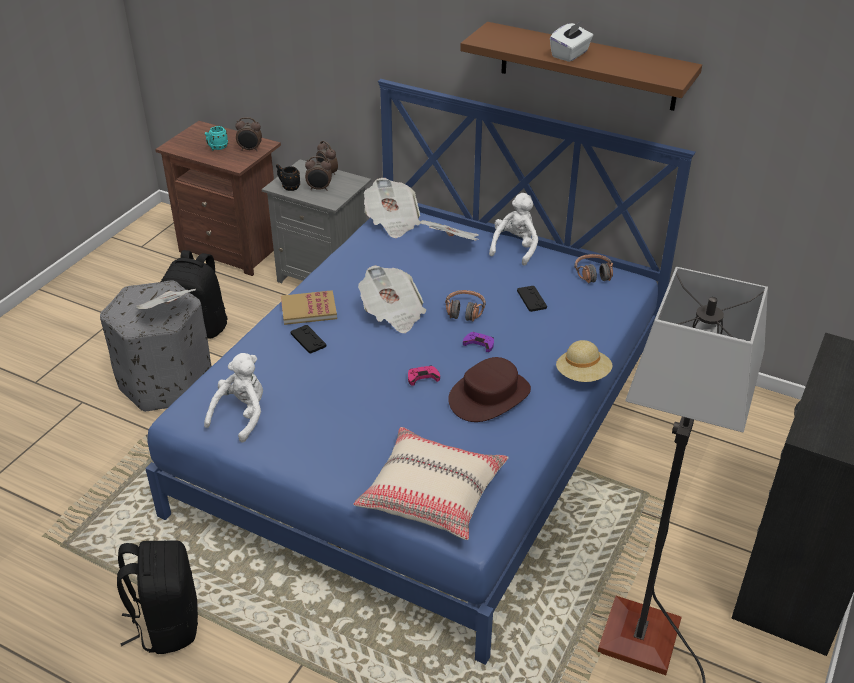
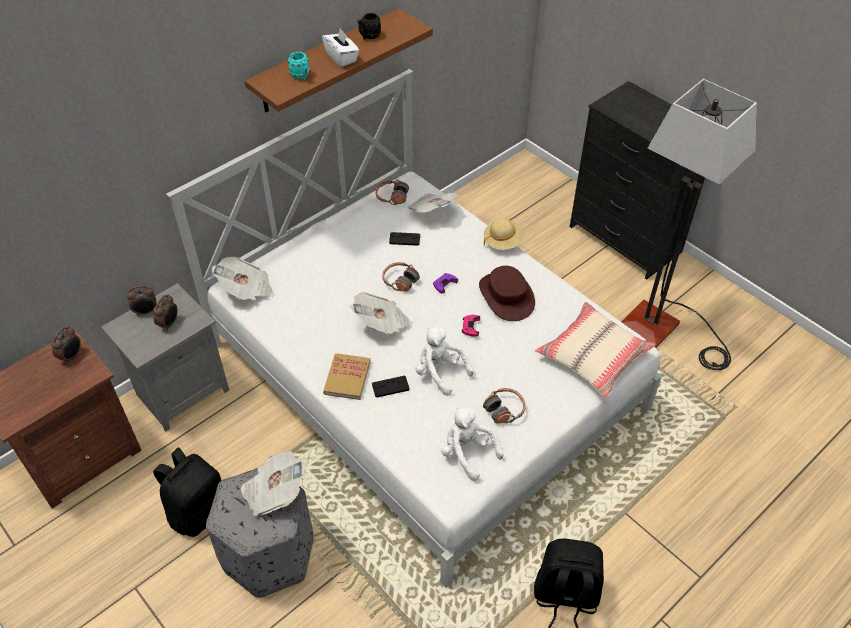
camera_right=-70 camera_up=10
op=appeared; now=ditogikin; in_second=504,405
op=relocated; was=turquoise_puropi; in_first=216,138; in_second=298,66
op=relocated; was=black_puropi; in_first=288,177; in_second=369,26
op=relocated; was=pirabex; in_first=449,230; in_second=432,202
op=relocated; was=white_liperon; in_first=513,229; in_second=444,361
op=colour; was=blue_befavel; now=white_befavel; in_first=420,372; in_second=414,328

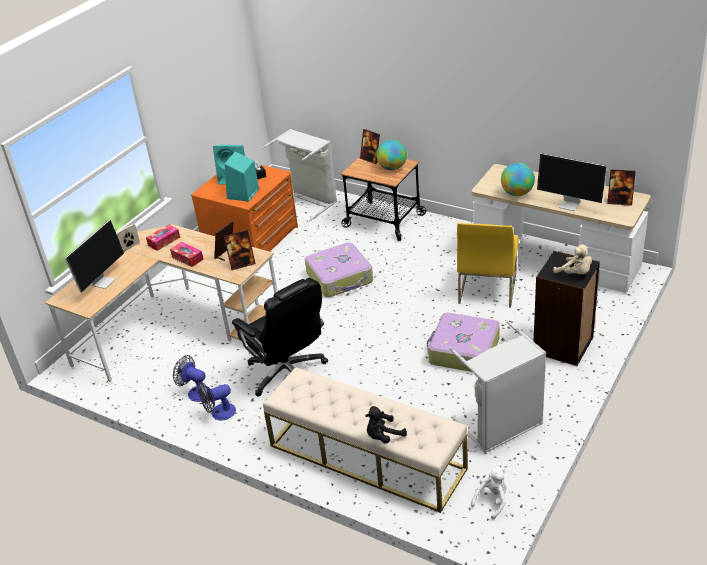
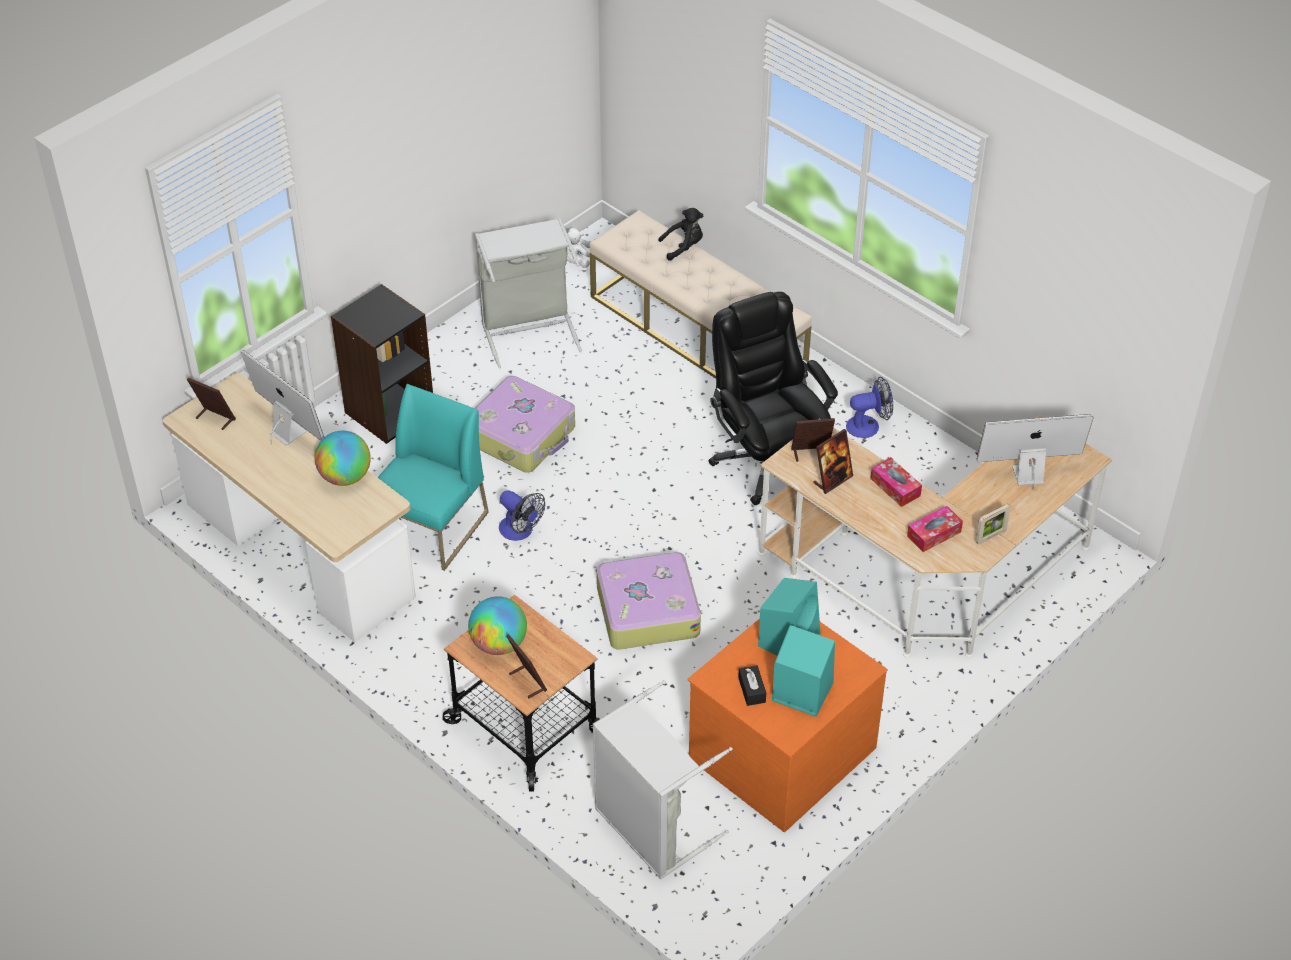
camera_right=-170 camera_up=10
op=missing; was=beige_liperon; in_first=572,259
op=relocated; was=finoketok; in_first=192,378; in_second=522,515
op=colour; was=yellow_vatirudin; now=turquoise_vatirudin; in_first=488,265; in_second=433,477
op=spun; was=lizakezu; in_first=94,256; in_second=1035,452; clockwise=45

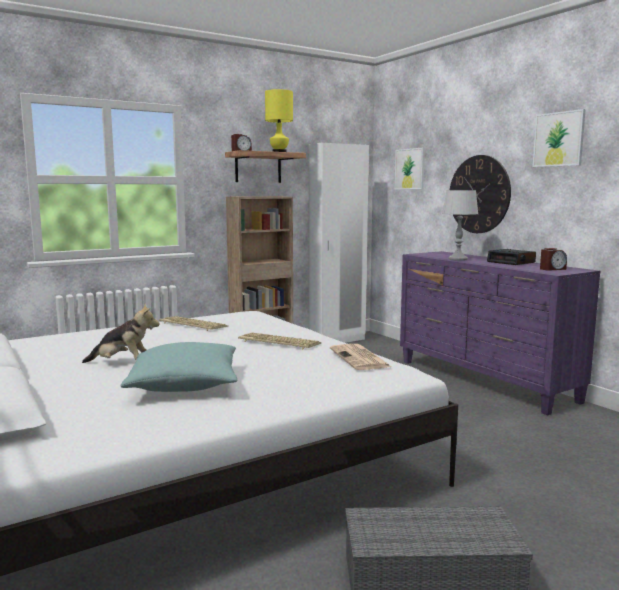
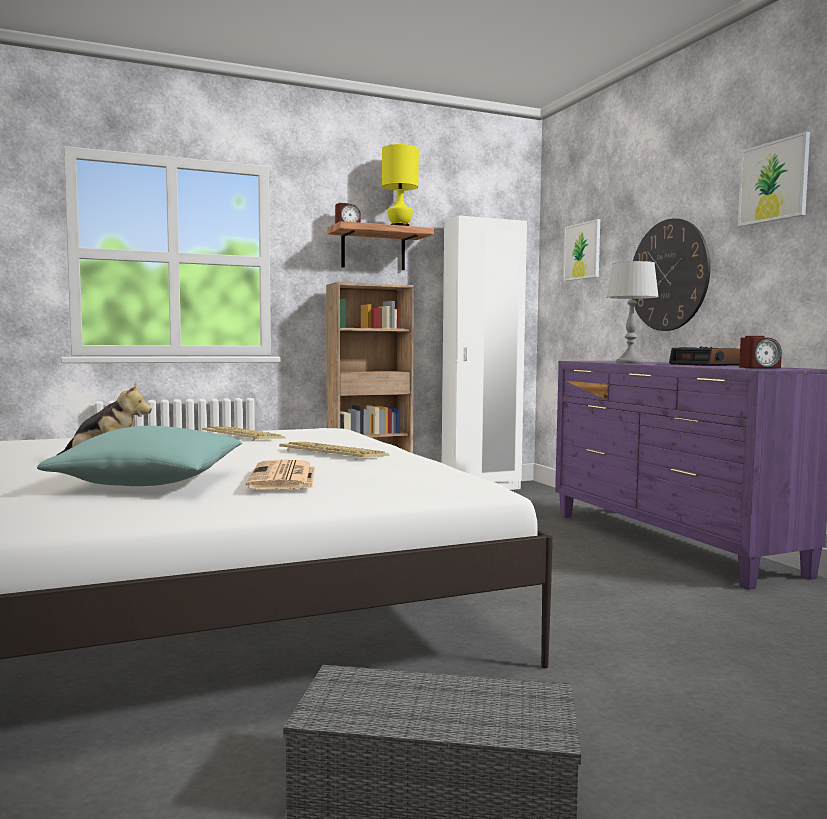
camera_right=10 camera_up=-5
op=relocated; was=pirabex; in_first=360,357; in_second=280,474

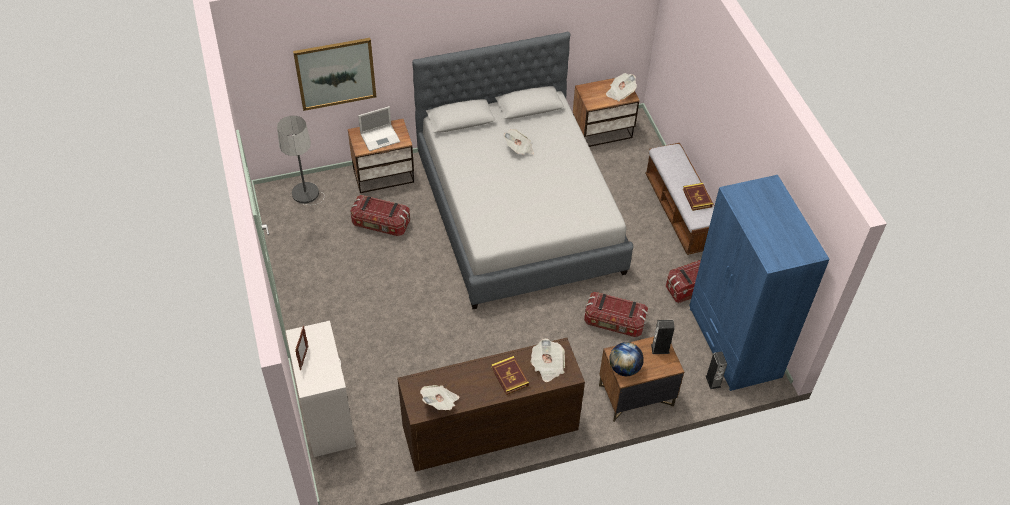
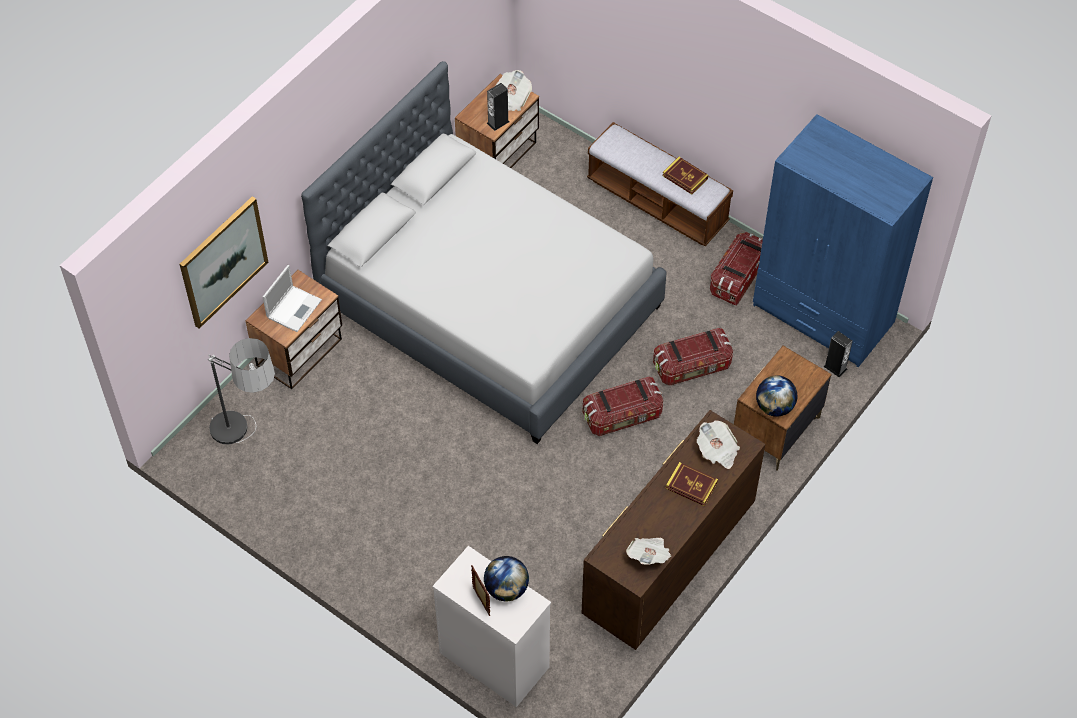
camera_right=-35 camera_up=5
op=missing; was=pirabex; in_first=519,142
op=appeared; now=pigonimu; in_second=506,578
op=relocated; was=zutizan; in_first=380,215; in_second=623,406
op=relocated; was=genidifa; in_first=663,337; in_second=498,107

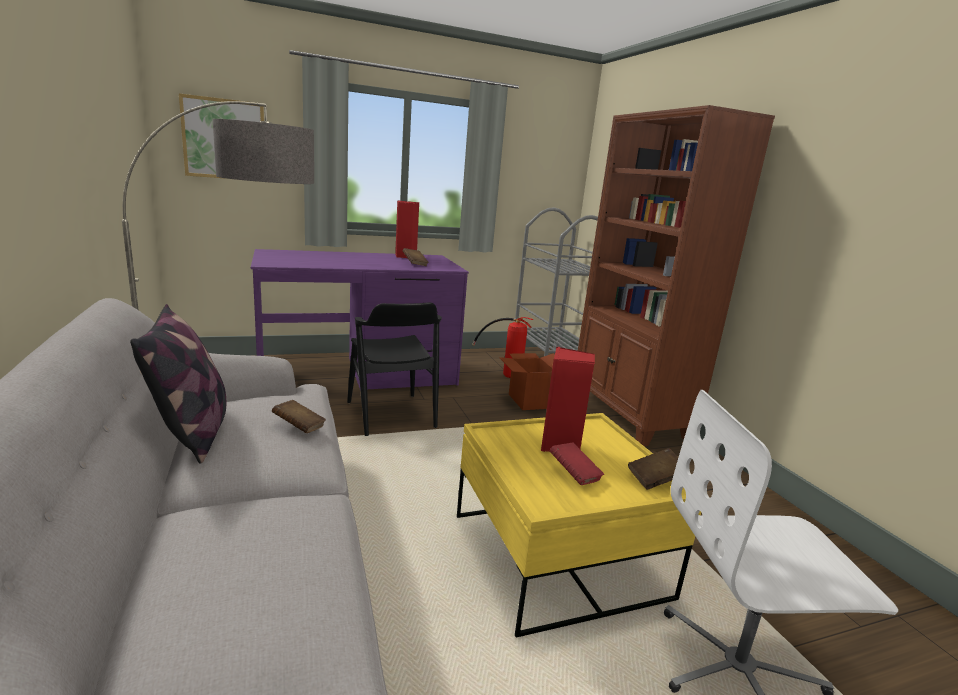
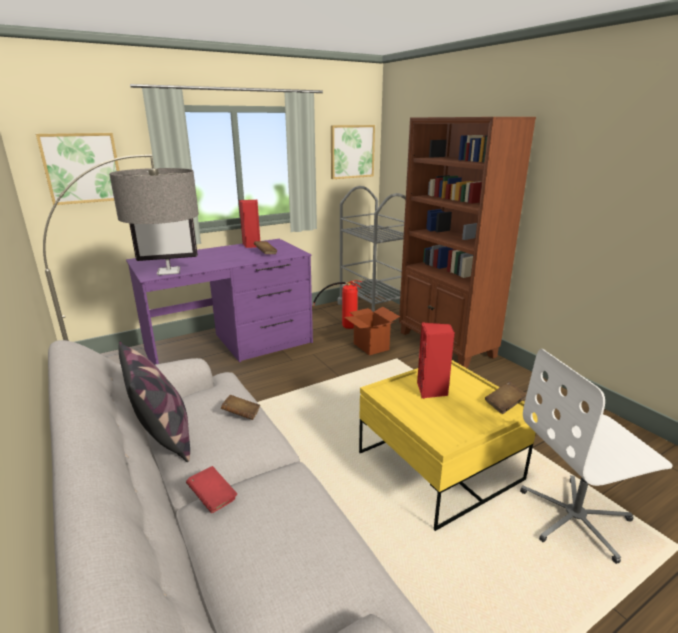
camera_right=-10 camera_up=5
op=missing; was=black_vatirudin; in_first=394,369
op=appeared; now=lizakezu; in_second=163,246
op=appeared; now=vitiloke; in_second=353,152
op=relocated; was=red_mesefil; in_first=576,464; in_second=211,489

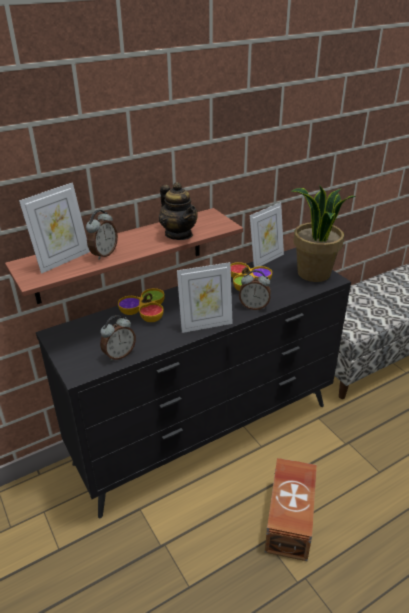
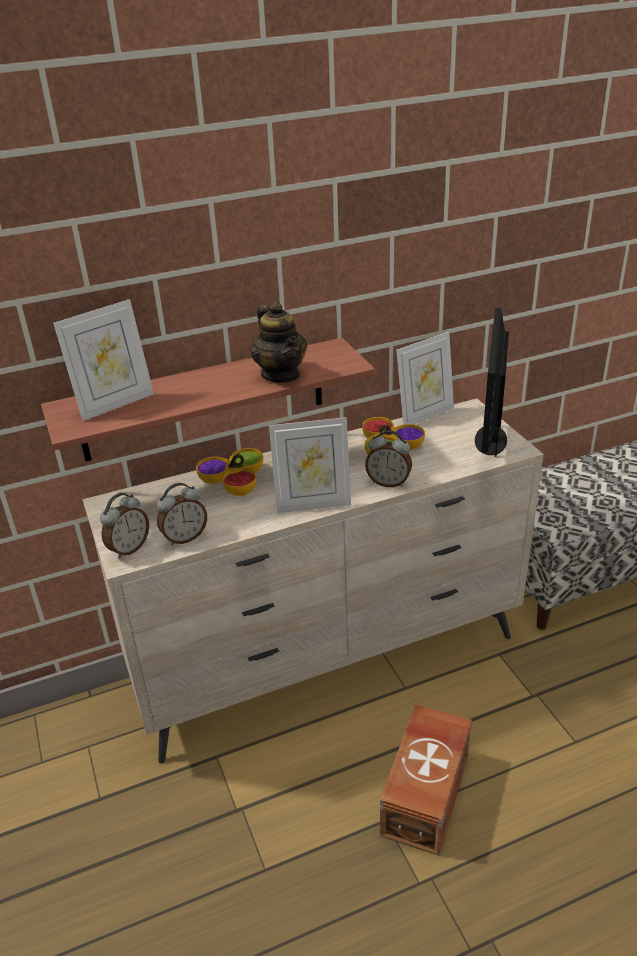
camera_right=10 camera_up=0
op=relocated; was=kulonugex; in_first=102,235; in_second=124,526
op=exchanged; was=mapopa; now=lizakezu; in_first=323,233; in_second=492,382
op=colour; was=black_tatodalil; now=beige_tatodalil; in_first=193,383; in_second=313,581

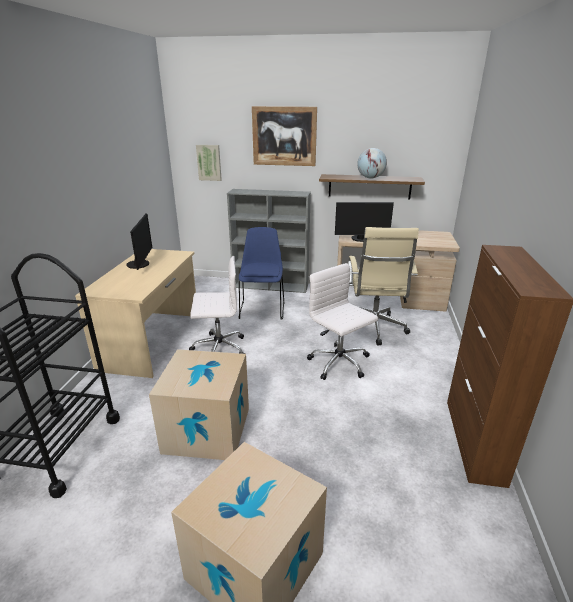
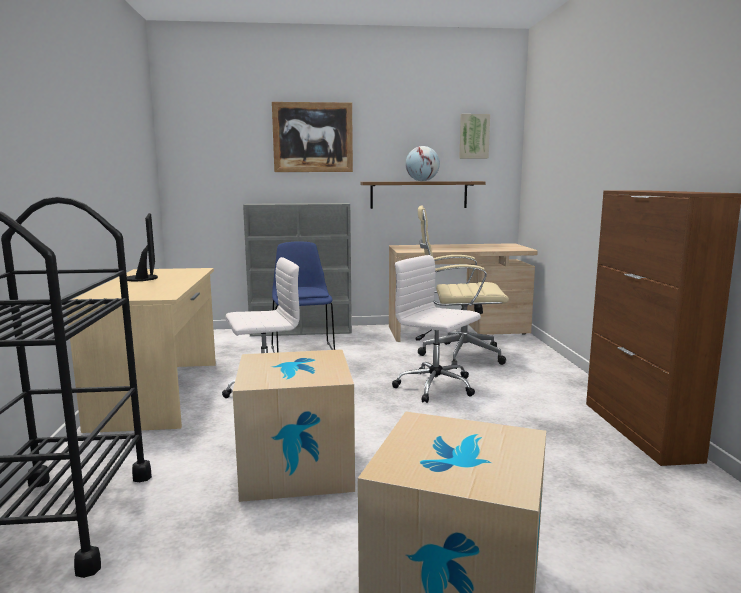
camera_right=-15 camera_up=-15
op=missing; was=lizakezu; in_first=364,222
op=relocated; was=vitiloke; in_first=209,163; in_second=474,136
op=spun; was=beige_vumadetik; in_first=383,286; in_second=463,287; clockwise=105

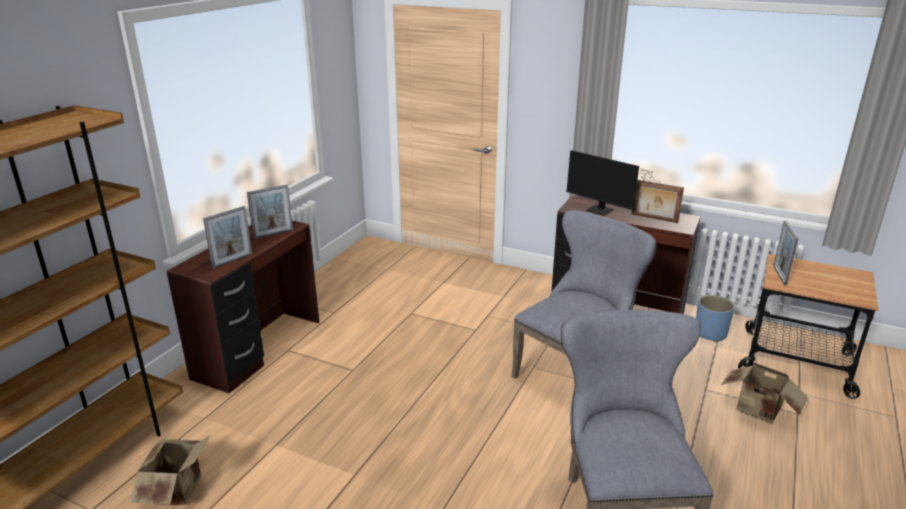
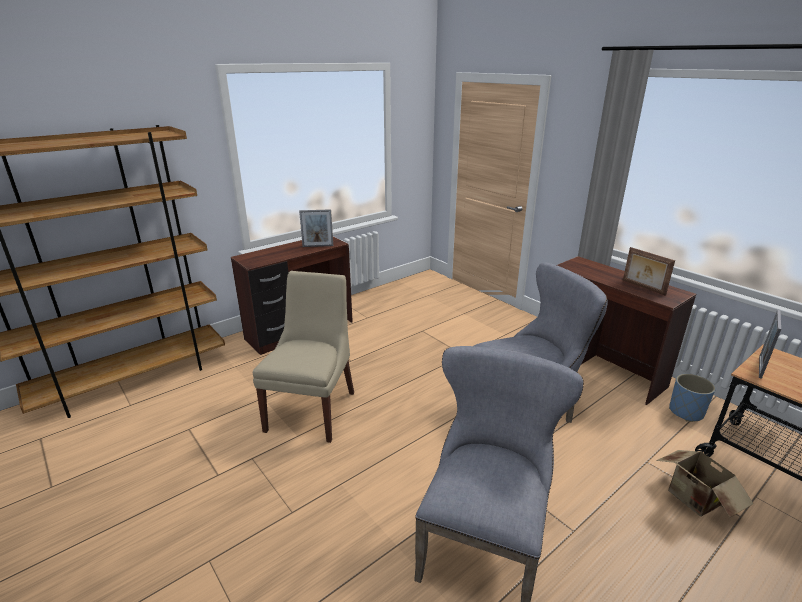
camera_right=25 camera_up=0
op=missing; was=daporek; in_first=170,469
op=missing; was=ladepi; in_first=227,237
op=missing; was=lizakezu; in_first=612,183
op=appeared; now=beige_vatirudin; in_second=303,357

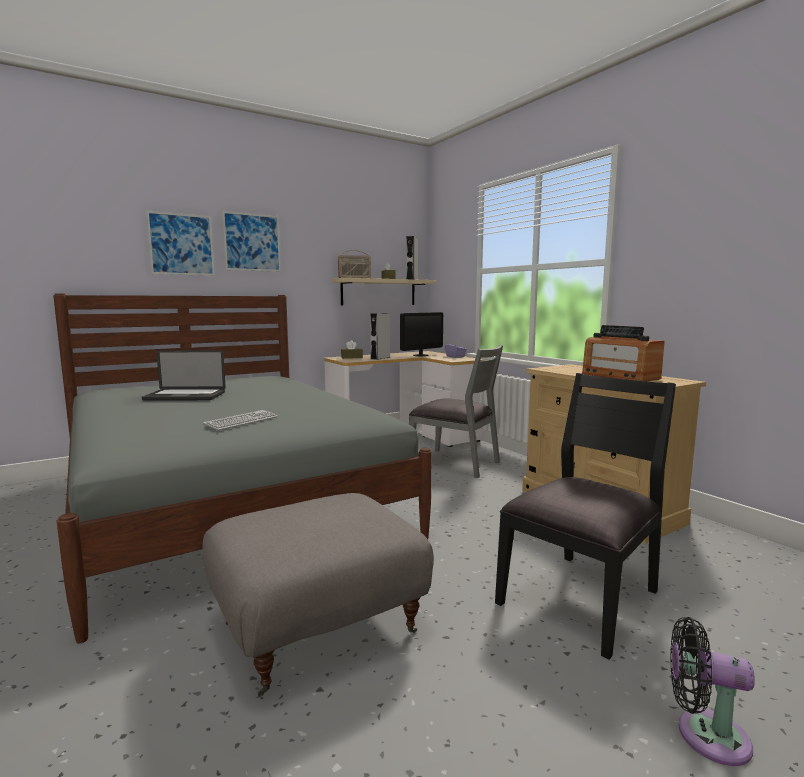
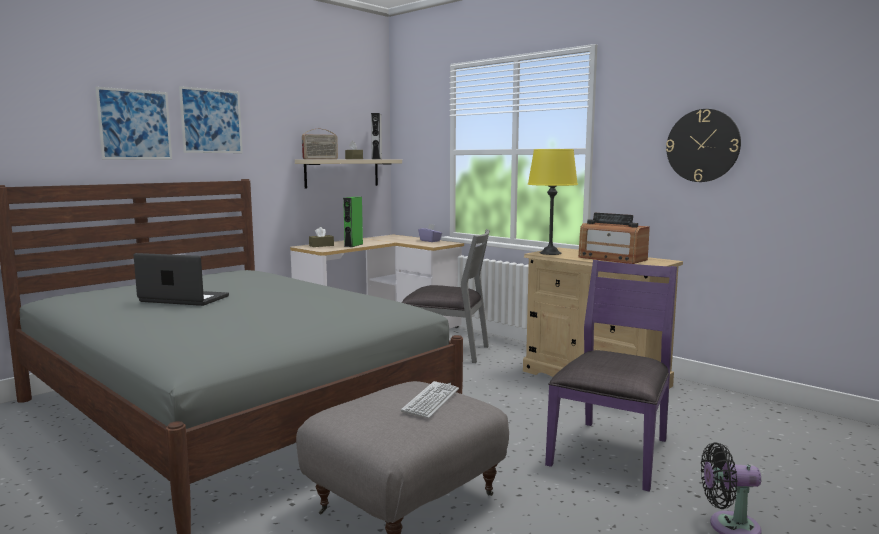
camera_right=-15 camera_up=0
op=missing; was=lizakezu; in_first=421,334
op=appeared; now=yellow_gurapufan; in_second=553,202
op=appeared; now=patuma; in_second=703,145
op=relocated; was=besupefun; in_first=240,420; in_second=430,399
op=colour; was=grey_genidifa; now=green_genidifa; in_first=380,336; in_second=353,222
op=colour; was=black_vatirudin; now=purple_vatirudin; in_first=585,516; in_second=611,376
op=spun; was=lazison; in_first=184,375; in_second=181,279; clockwise=-150

